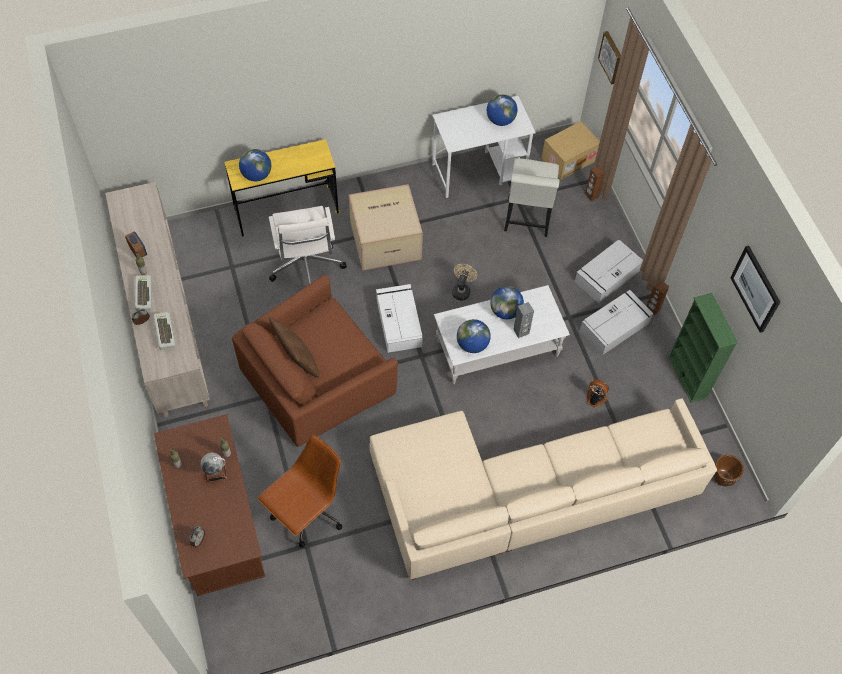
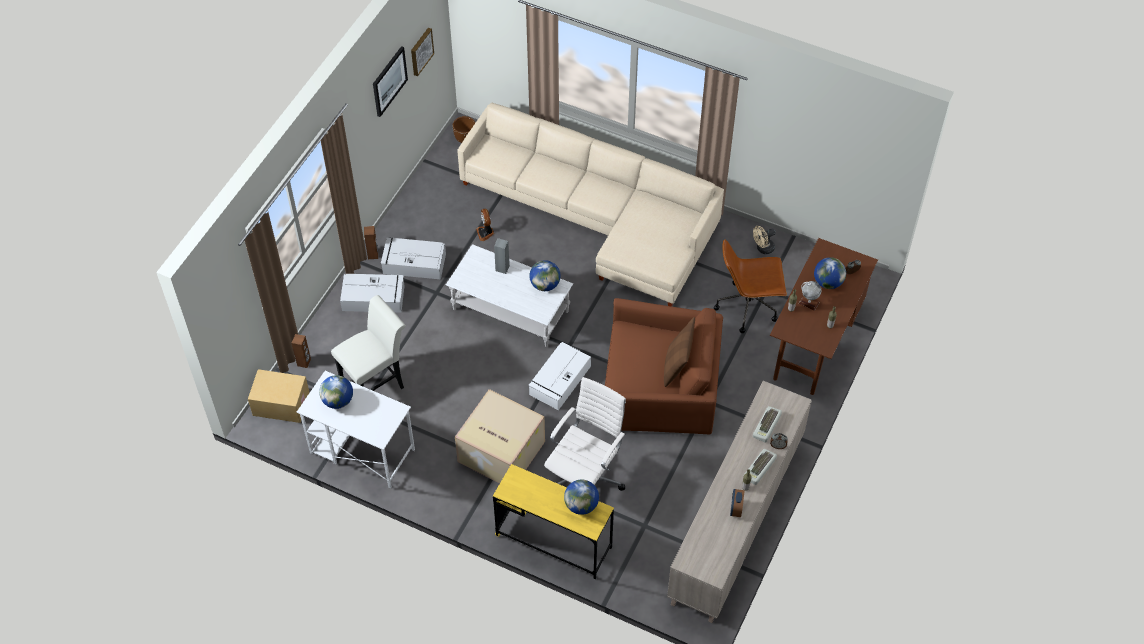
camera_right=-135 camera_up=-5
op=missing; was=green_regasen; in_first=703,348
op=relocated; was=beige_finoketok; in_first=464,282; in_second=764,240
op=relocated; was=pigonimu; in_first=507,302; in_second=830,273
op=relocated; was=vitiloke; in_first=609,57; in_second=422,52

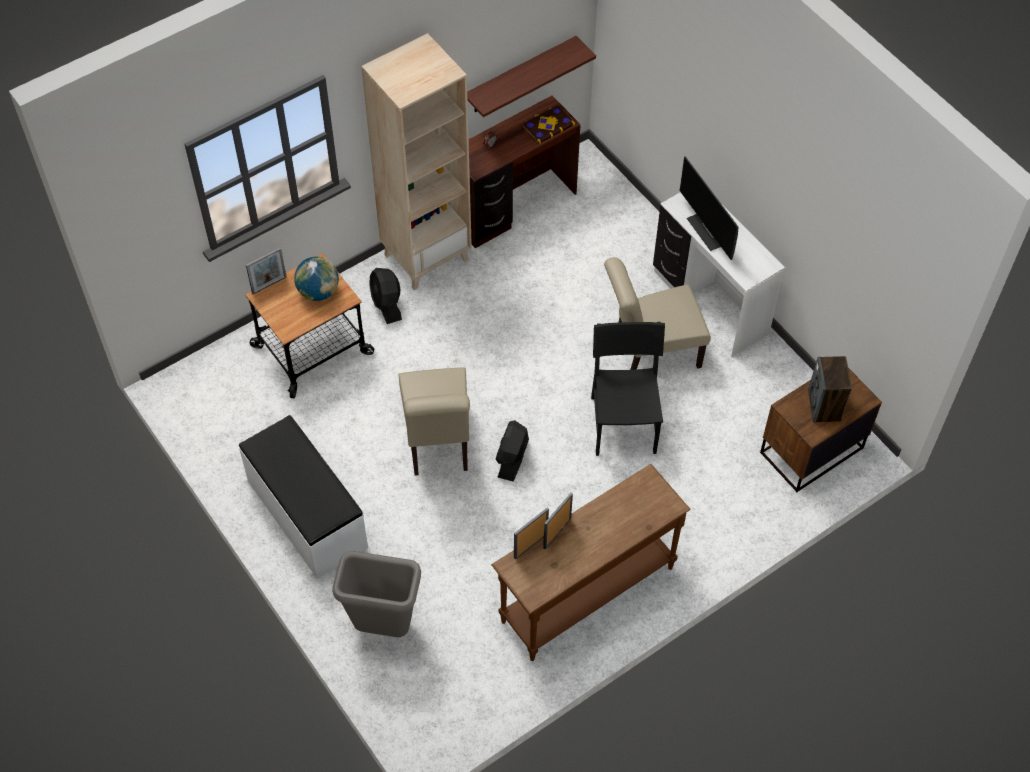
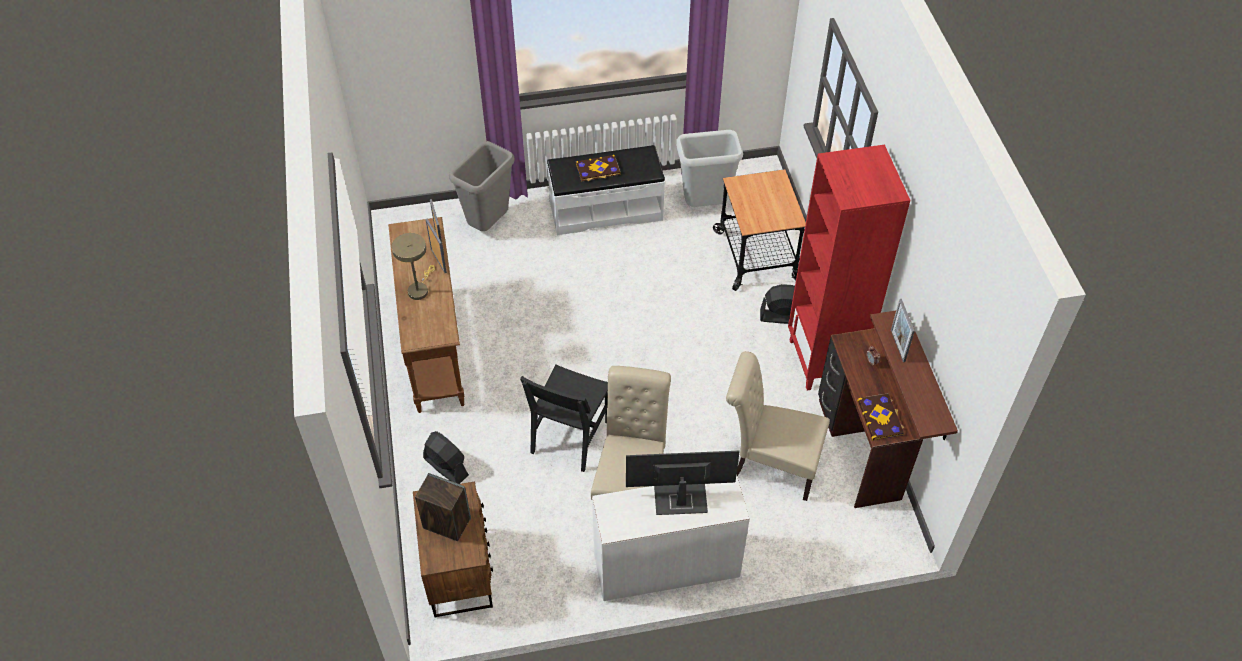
camera_right=115 camera_up=-5
op=missing; was=pigonimu; in_first=316,279
op=appeared; now=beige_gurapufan; in_second=413,266
op=appeared; now=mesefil; in_second=598,168
op=appeared; now=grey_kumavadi; in_second=709,168
op=relocated; was=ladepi; in_first=266,271; in_second=903,330
op=relocated; was=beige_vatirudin; in_first=434,421; in_second=778,426
op=relocated; was=black_finoketok; in_first=512,450; in_second=446,457
op=colour; was=beige_regasen; now=red_regasen; in_first=416,161; in_second=849,268
op=spun; was=black_vatirudin; in_first=628,389; in_second=564,418; clockwise=90

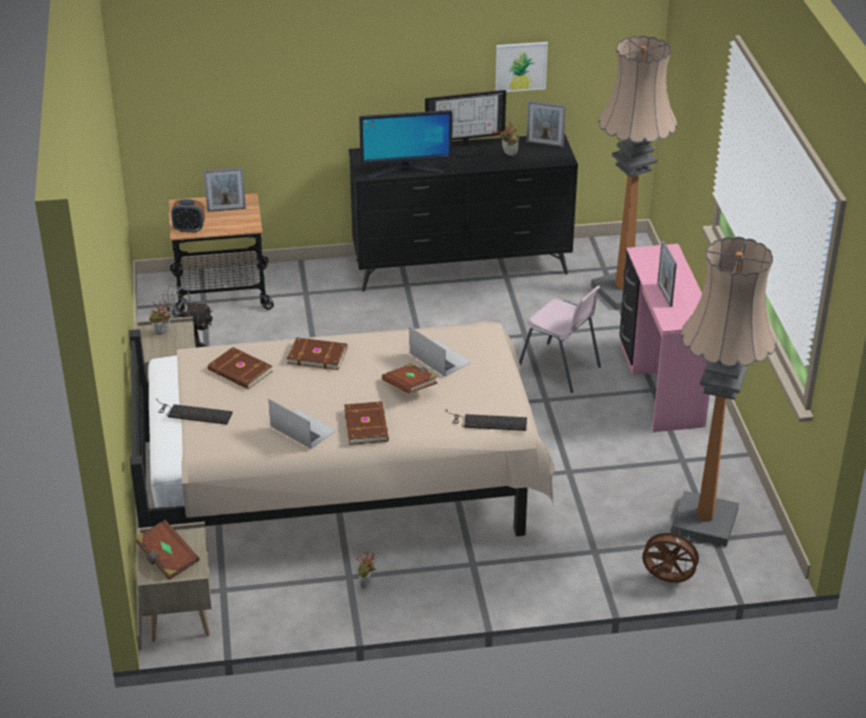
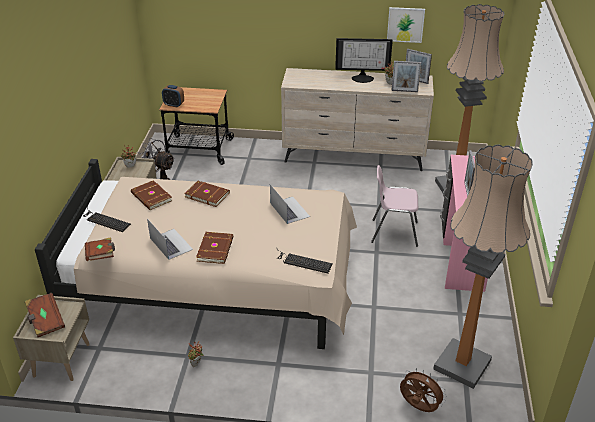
camera_right=15 camera_up=0
op=missing; was=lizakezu; in_first=406,144
op=relocated; was=ladepi; in_first=225,189; in_second=406,76
op=relocated; was=brown_mesefil; in_first=409,378; in_second=100,249
op=colour; was=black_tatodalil; now=beige_tatodalil; in_first=463,212; in_second=357,119
op=spun; was=pink_vatirudin; in_first=559,339; in_second=394,206; clockwise=135

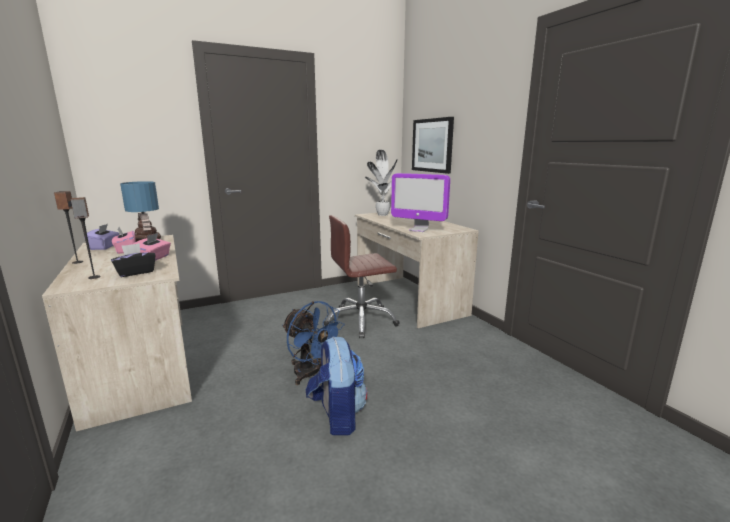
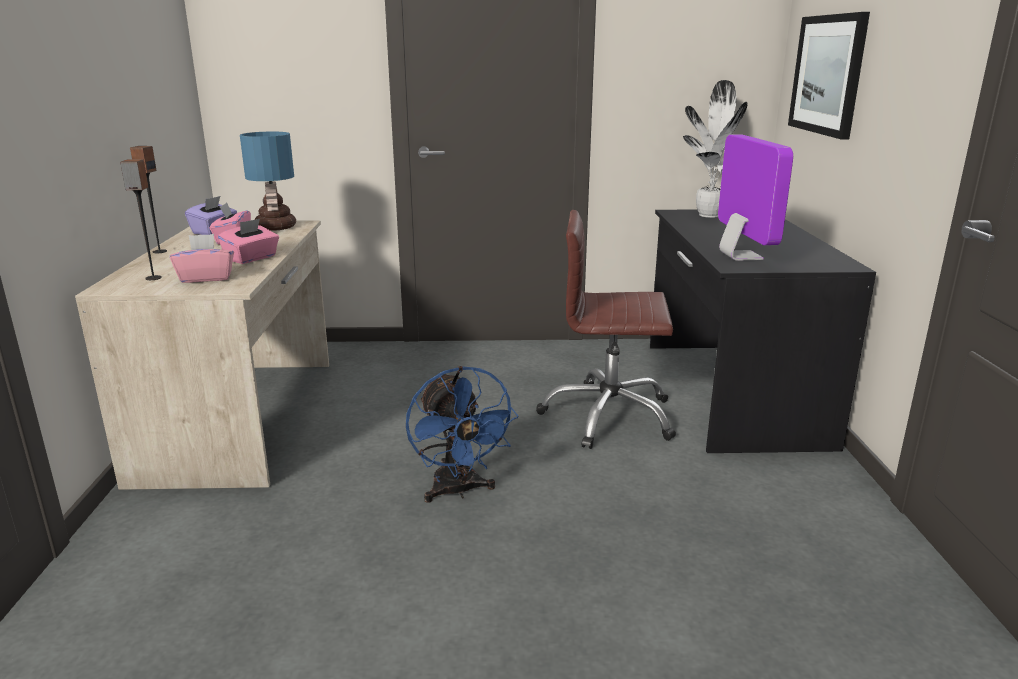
camera_right=25 camera_up=5
op=missing; was=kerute; in_first=336,386
op=colour; was=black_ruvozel; now=pink_ruvozel; in_first=133,260; in_second=202,258
op=colour; was=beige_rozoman; now=black_rozoman; in_first=417,269; in_second=763,331
op=spun; was=lizakezu; in_first=420,202; in_second=755,197; clockwise=-150

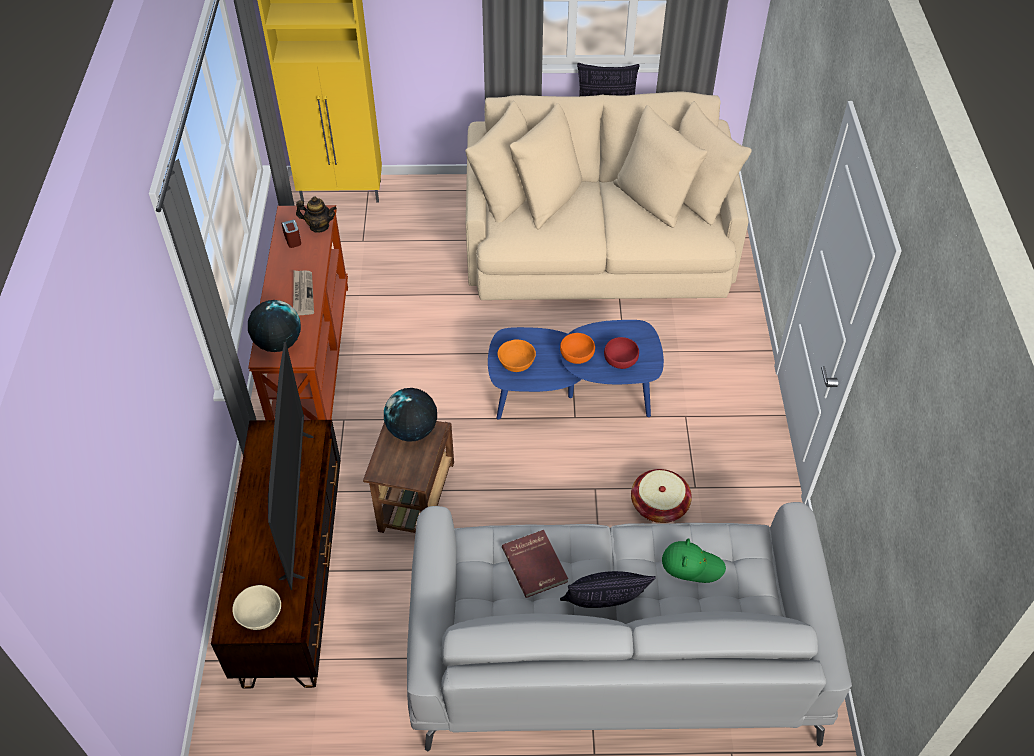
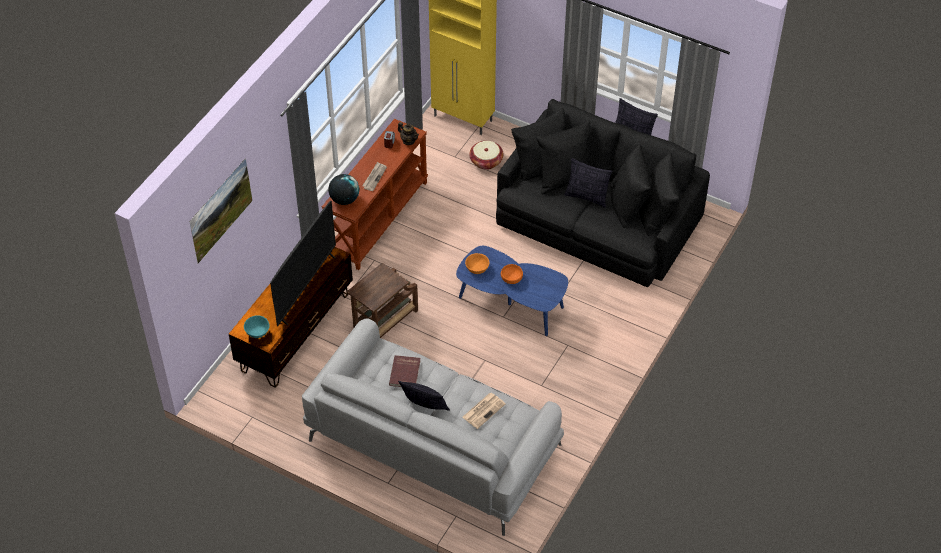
camera_right=30 camera_up=0
op=missing; was=pigonimu; in_first=410,415
op=missing; was=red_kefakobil; in_first=621,353
op=appeared; now=vitiloke; in_second=220,210
op=appeared; now=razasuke; in_second=588,183
op=relocated; was=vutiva; in_first=661,496; in_second=486,155
op=exchanged; was=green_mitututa; now=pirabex; in_first=694,560; in_second=484,411
op=colour; was=beige_kefakobil; now=turquoise_kefakobil; in_first=256,607; in_second=256,326
op=colour; was=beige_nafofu; now=black_nafofu; in_first=608,195; in_second=603,193

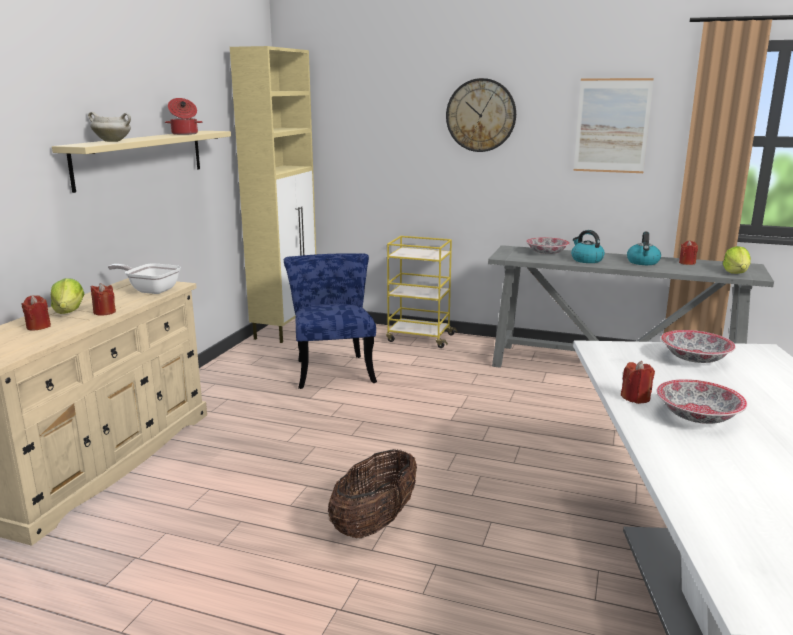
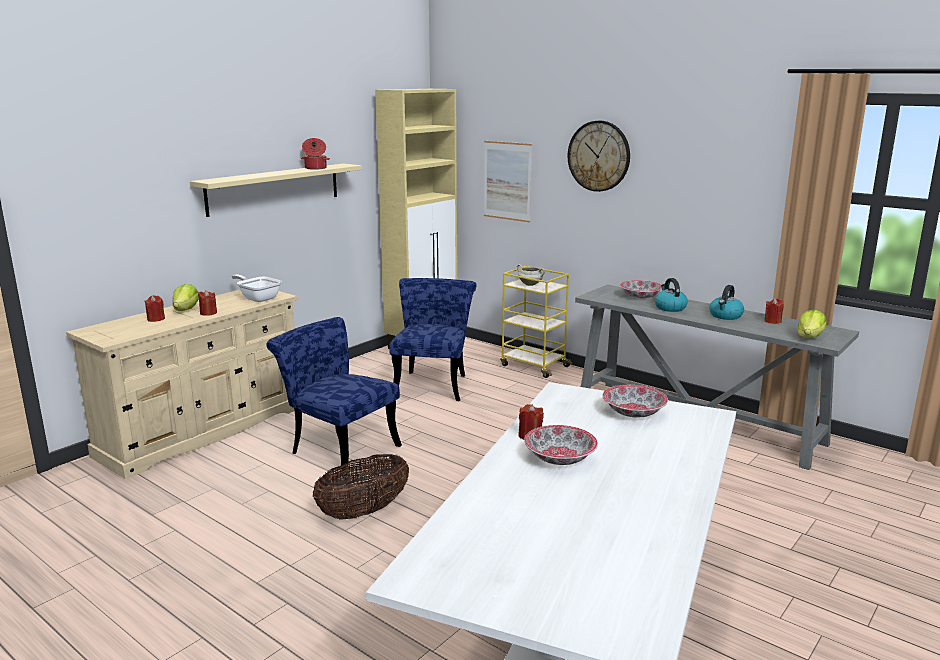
camera_right=20 camera_up=0
op=appeared; now=blue_vatirudin; in_second=334,396
op=relocated; was=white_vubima; in_first=109,127; in_second=531,275
op=relocated; was=vitiloke; in_first=614,125; in_second=508,182

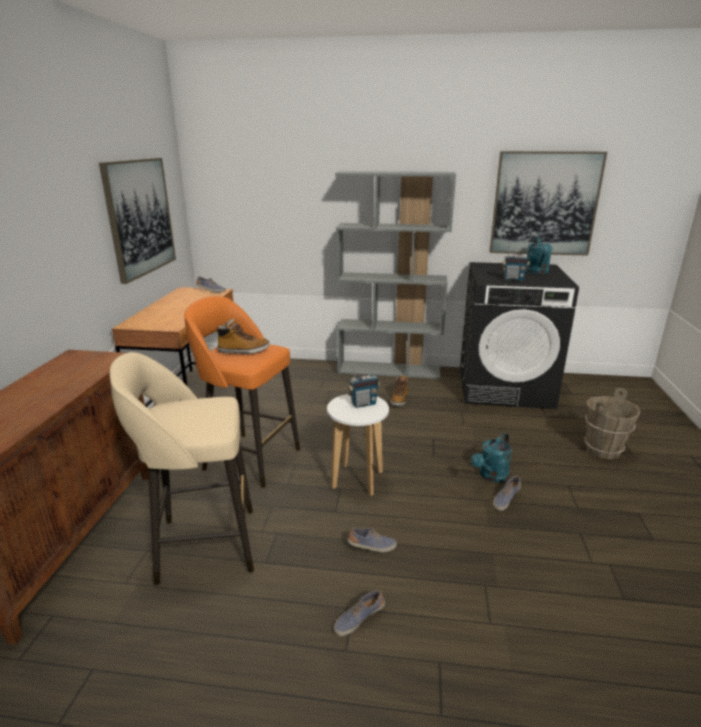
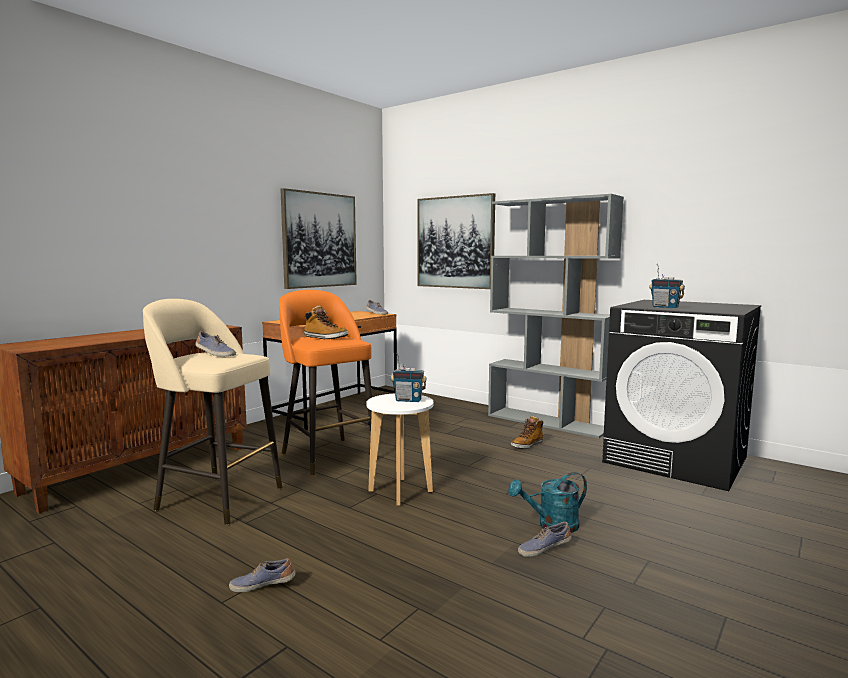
camera_right=30 camera_up=-15
op=missing; was=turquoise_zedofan; in_first=539,255
op=missing; was=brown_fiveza; in_first=612,423
op=relocated; was=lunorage; in_first=372,540; in_second=216,343
op=relocated; was=vitiloke; in_first=548,203; in_second=456,241

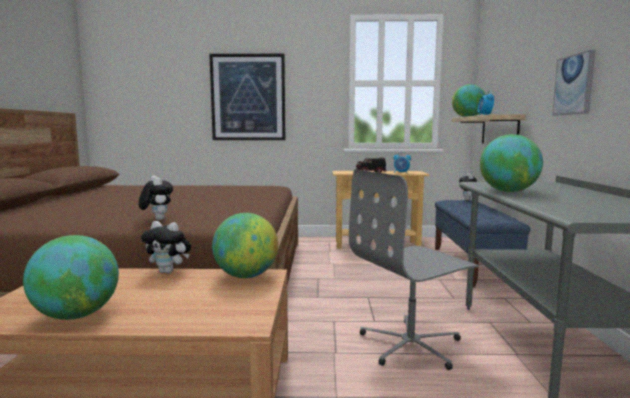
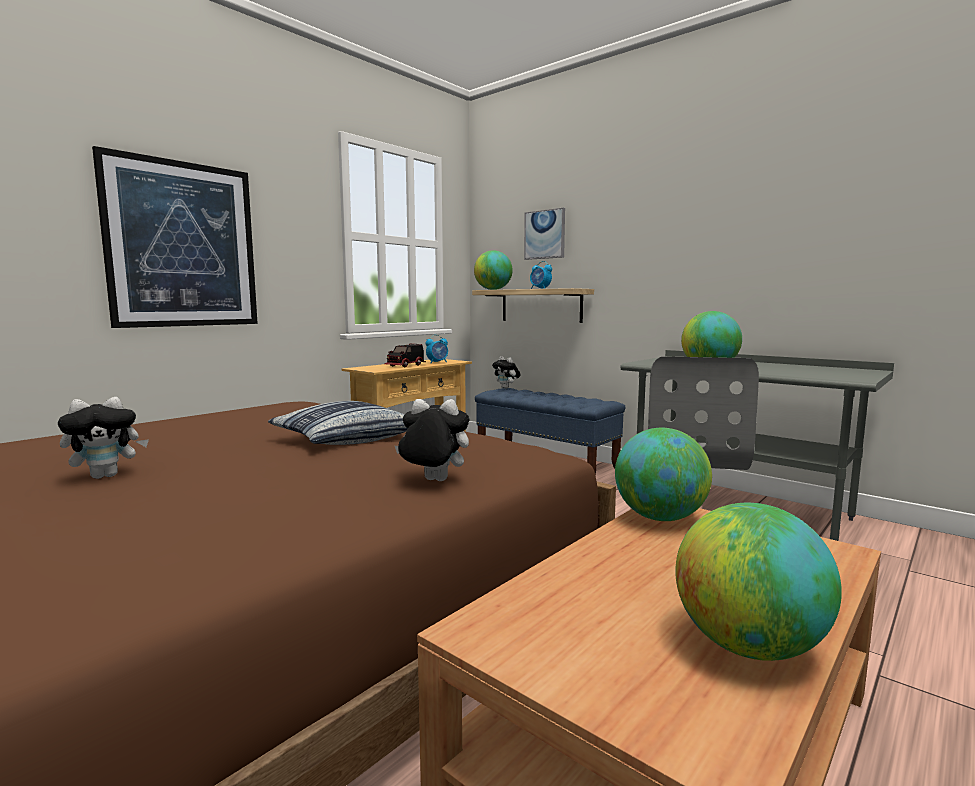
camera_right=-50 camera_up=0
op=appeared; now=razasuke; in_second=338,423
op=relocated; was=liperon; in_first=166,247; in_second=103,438
op=relocated; was=vitiloke; in_first=574,83; in_second=544,234

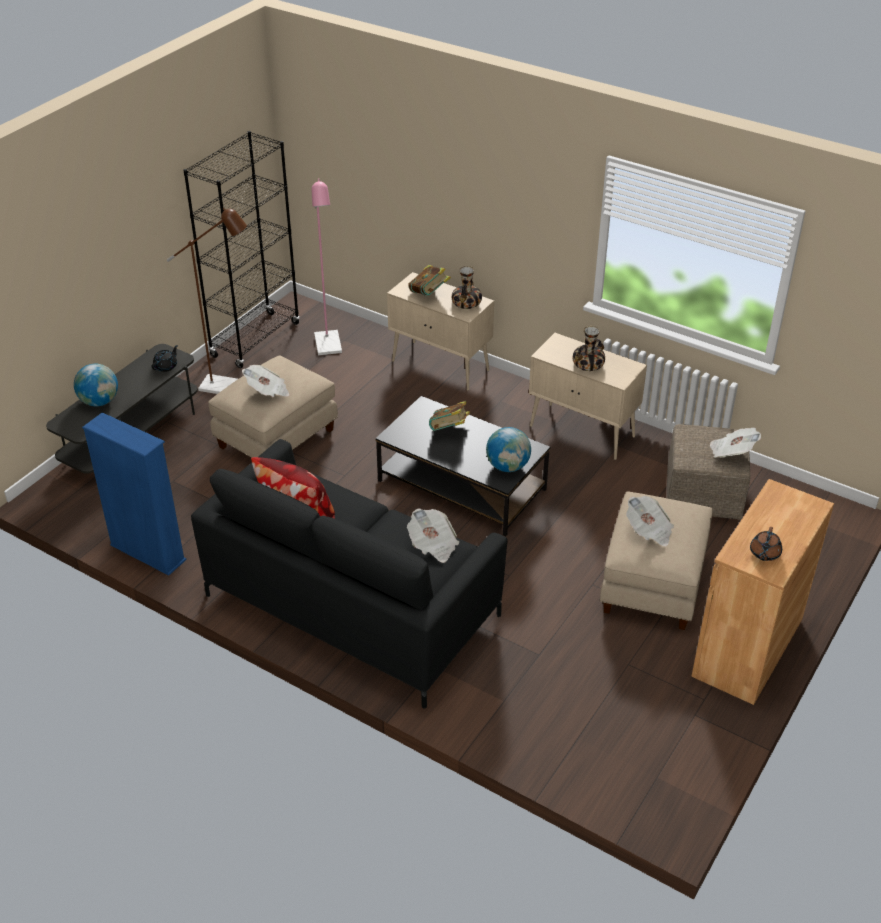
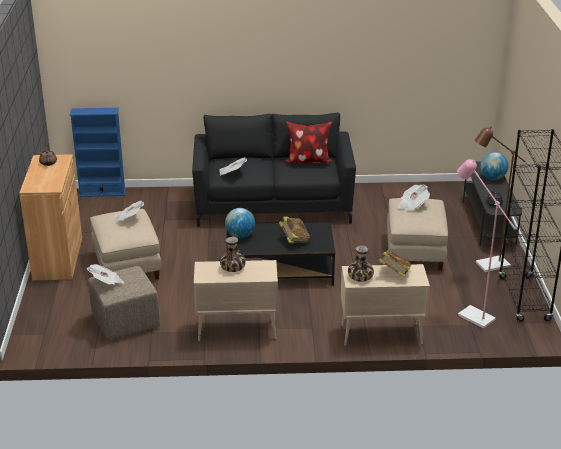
camera_right=145 camera_up=-10
op=relocated; was=blue_regasen; in_first=134,494; in_second=98,152

